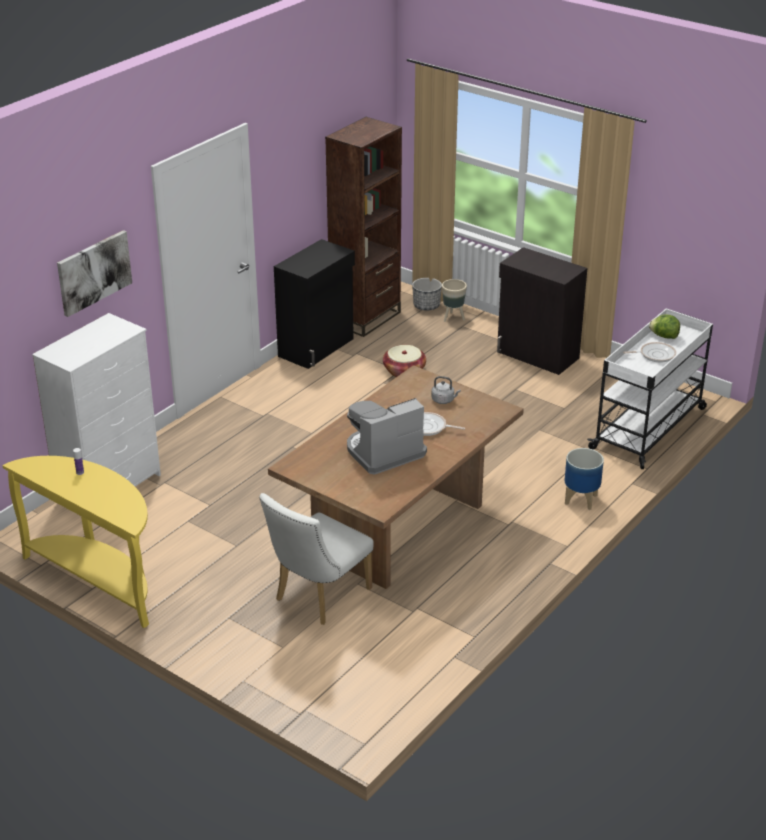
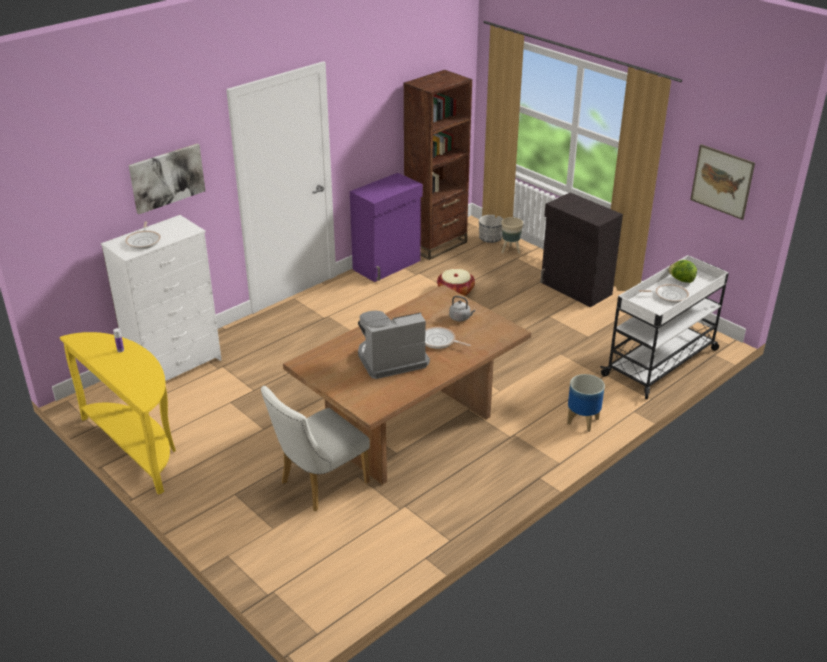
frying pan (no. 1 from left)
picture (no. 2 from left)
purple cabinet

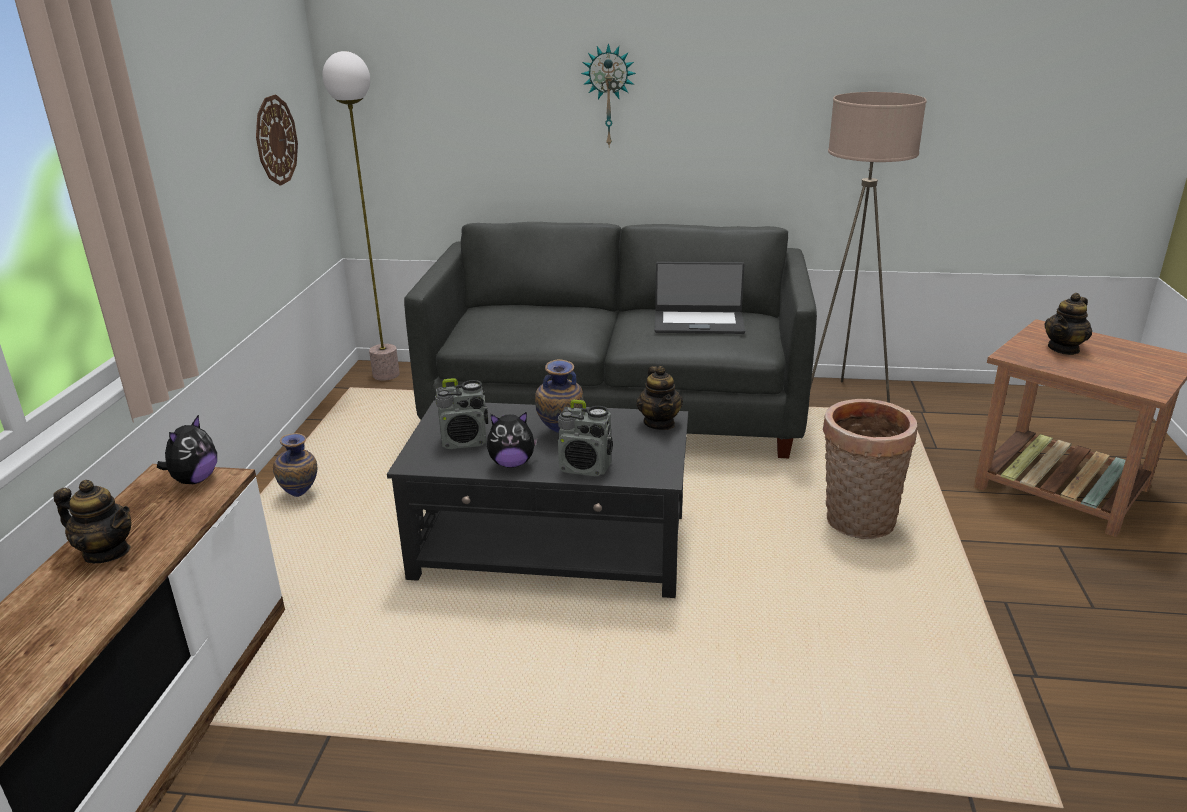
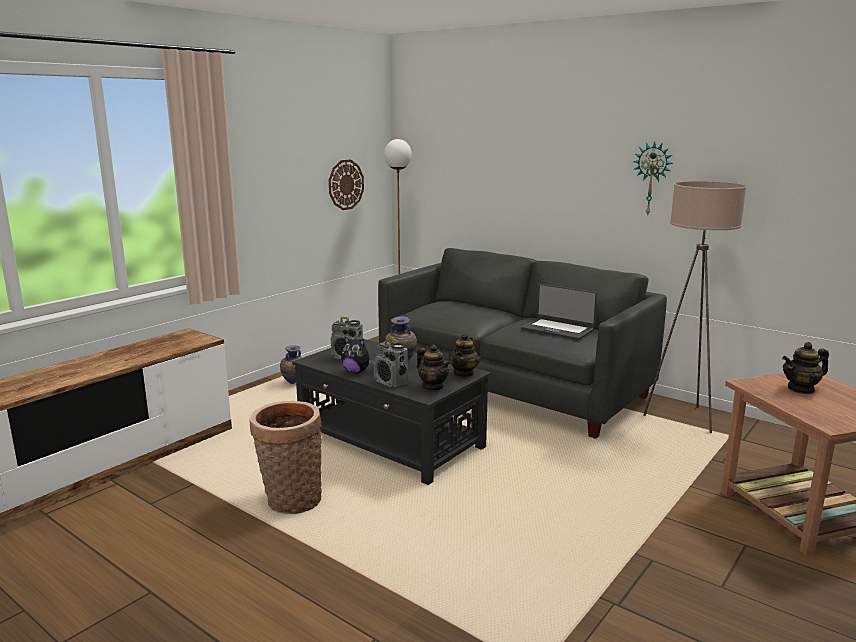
plush toy (no. 1 from left in the first image)
teapot (no. 1 from left)
wall clock (no. 2 from left)
basket

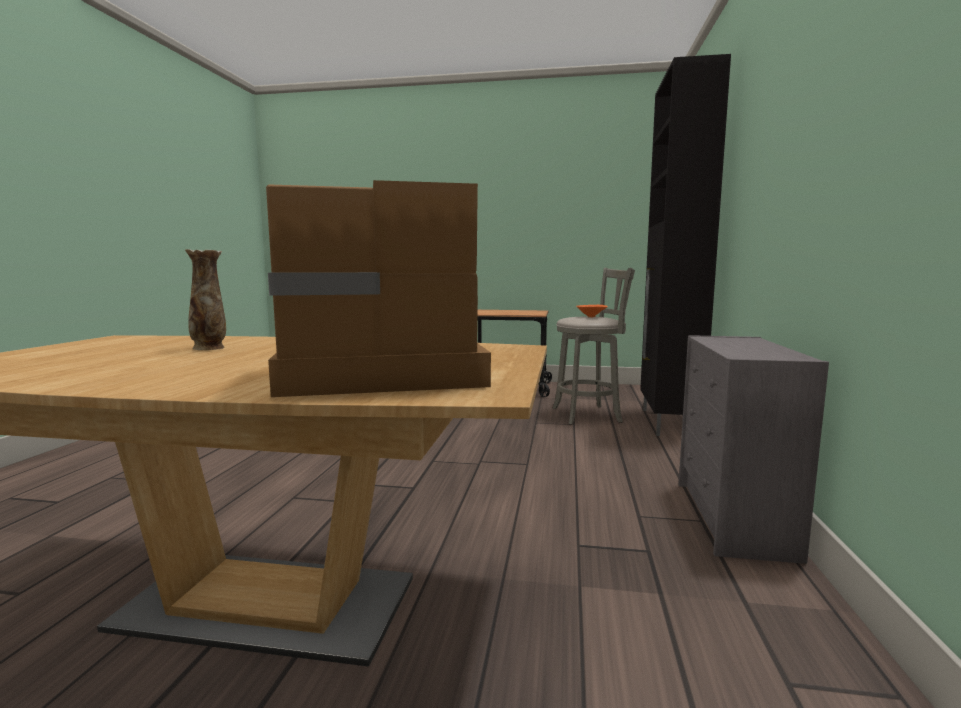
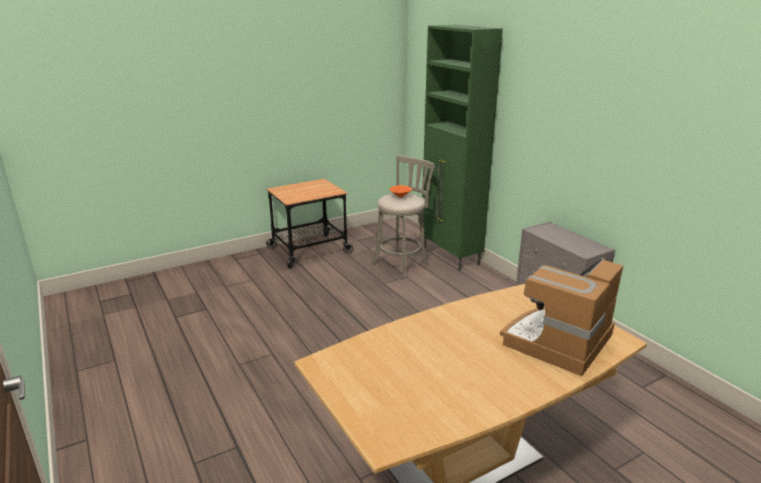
vase
green cabinet

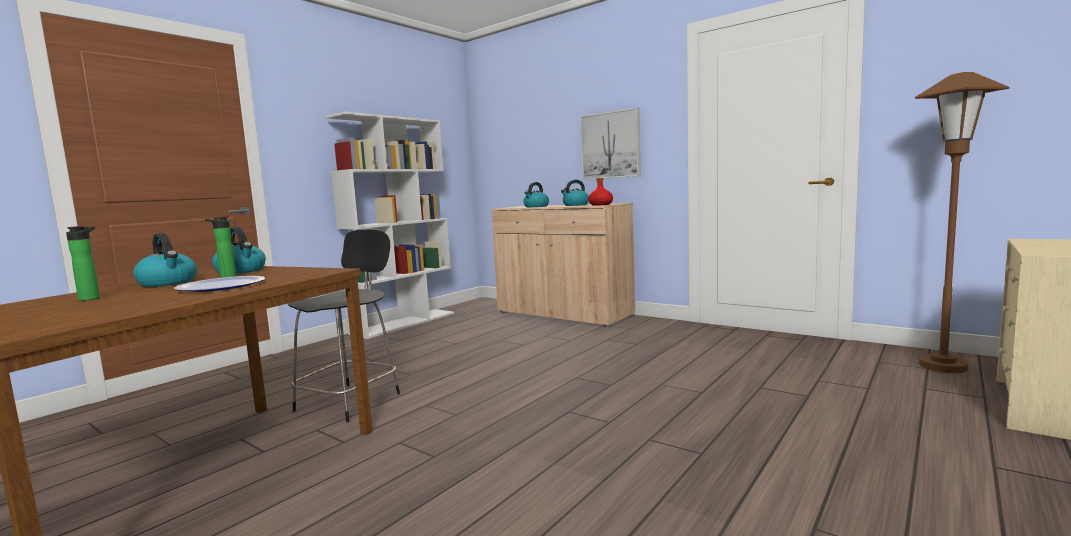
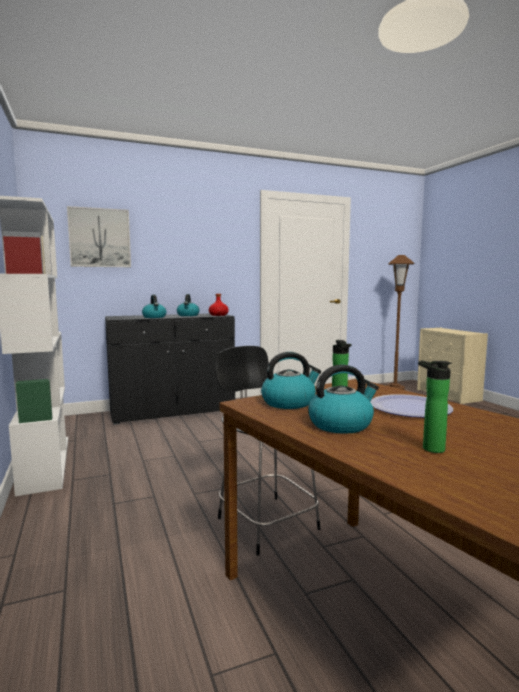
picture
black cabinet

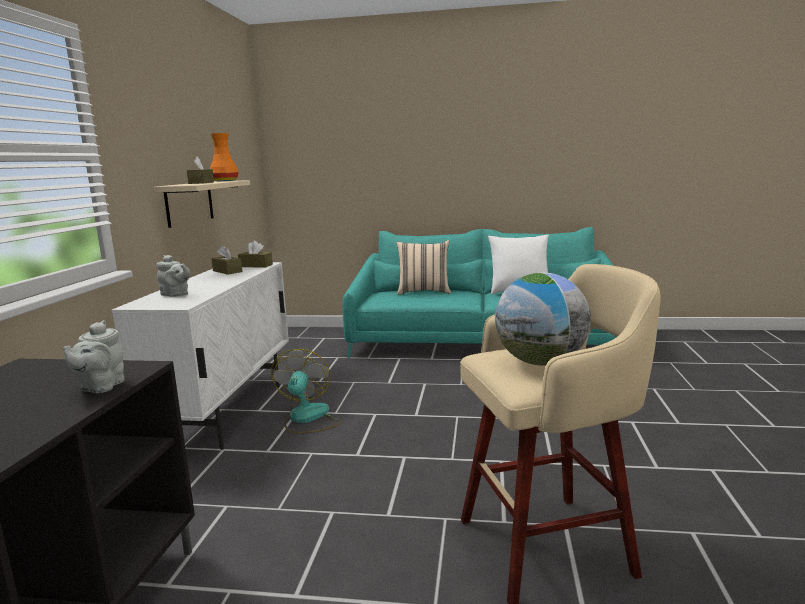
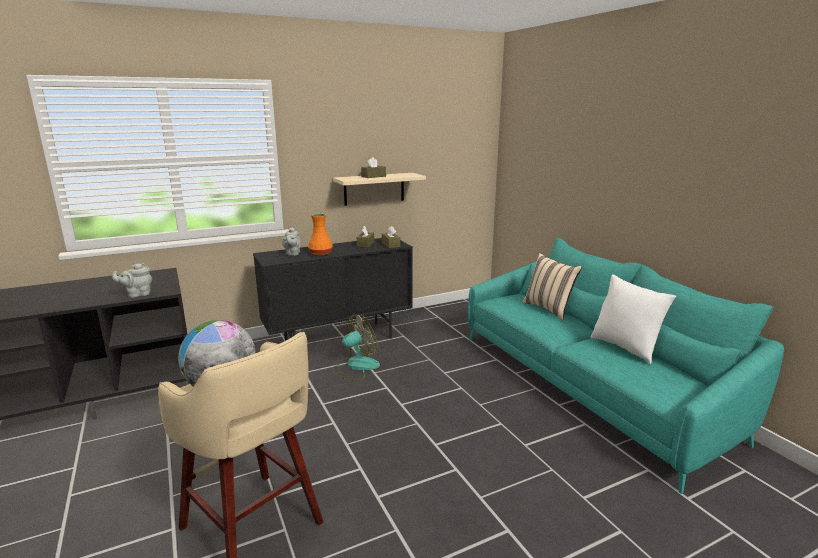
orange vase
black cabinet

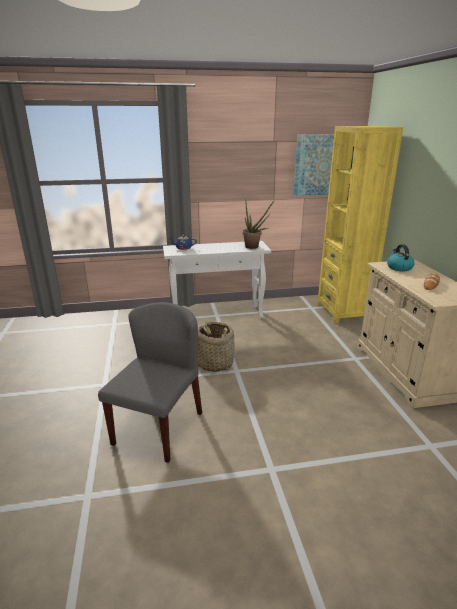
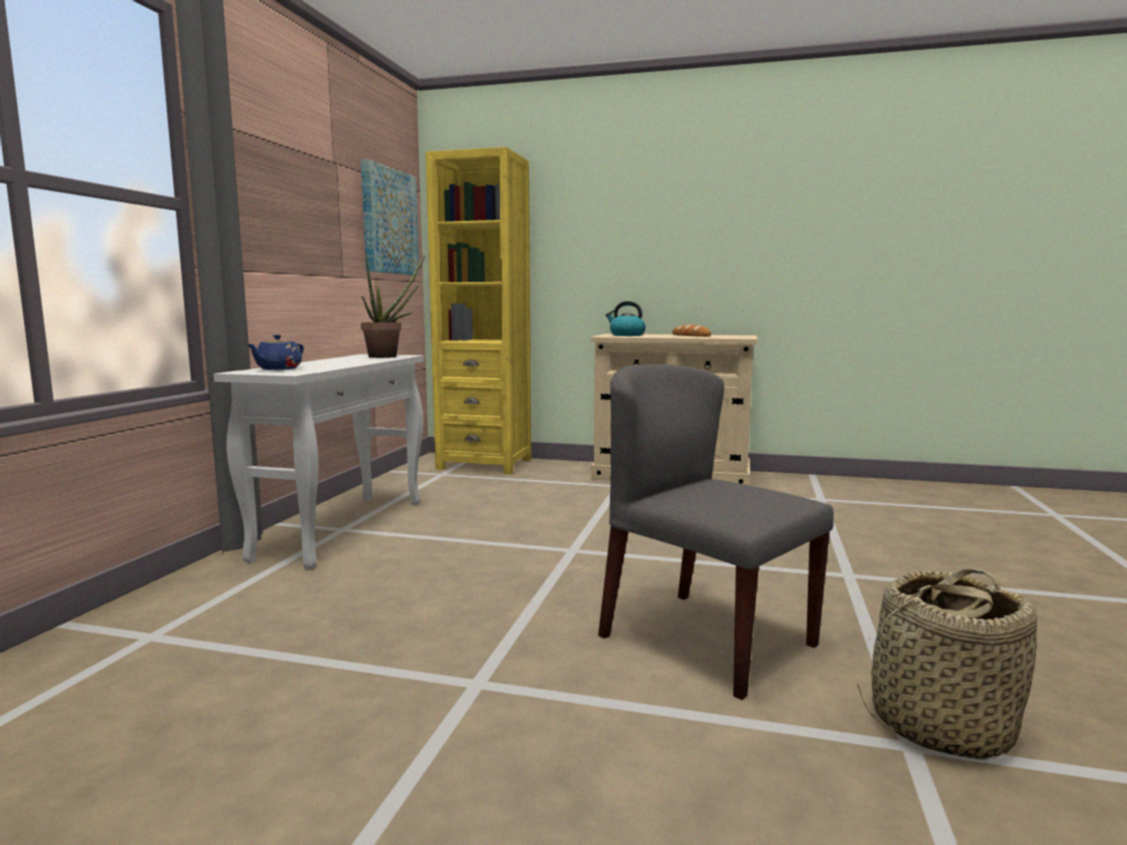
basket

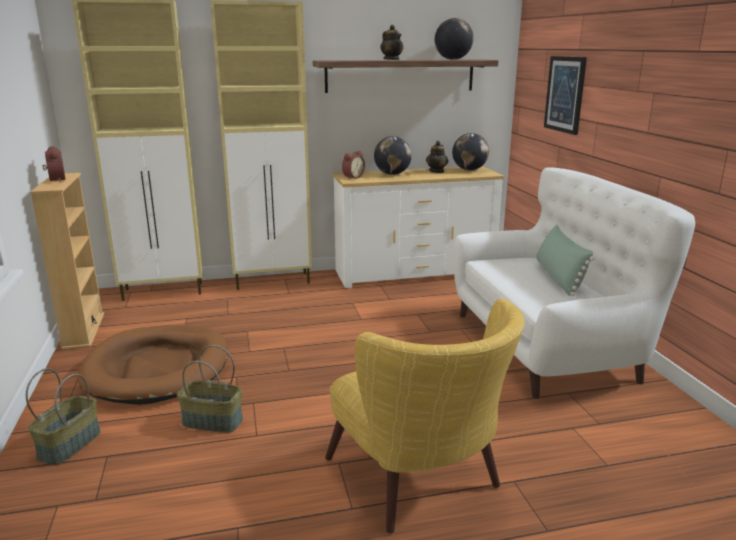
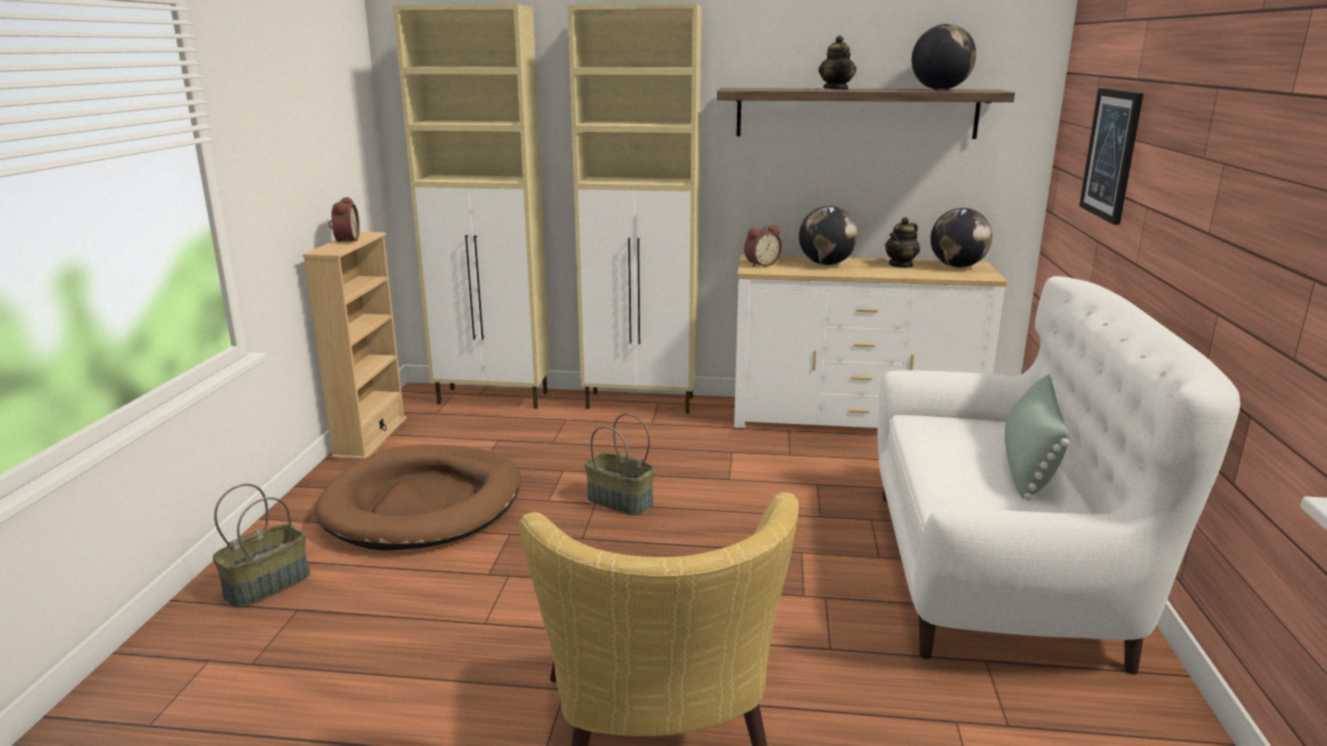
basket (no. 2 from left)

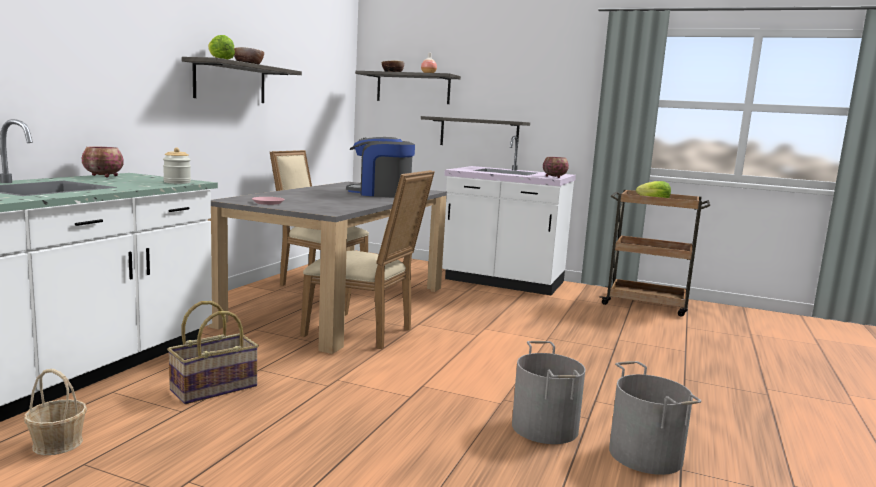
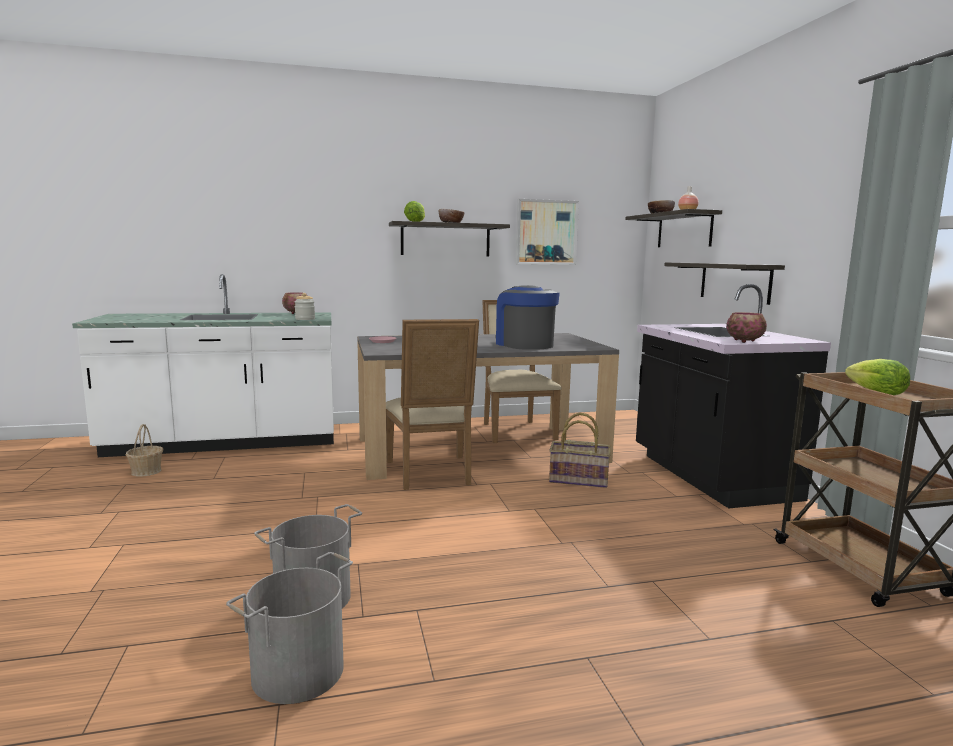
picture
basket (no. 2 from left)
black counter

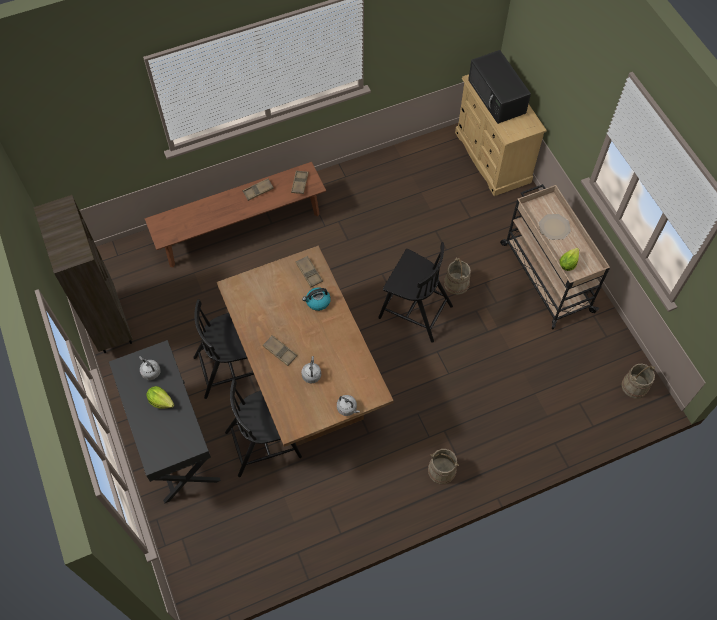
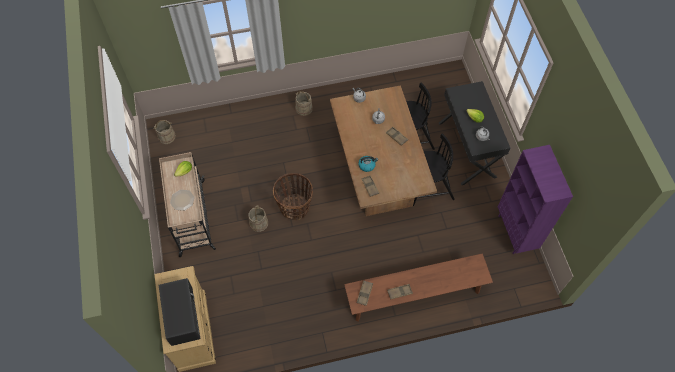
basket
purple bookcase

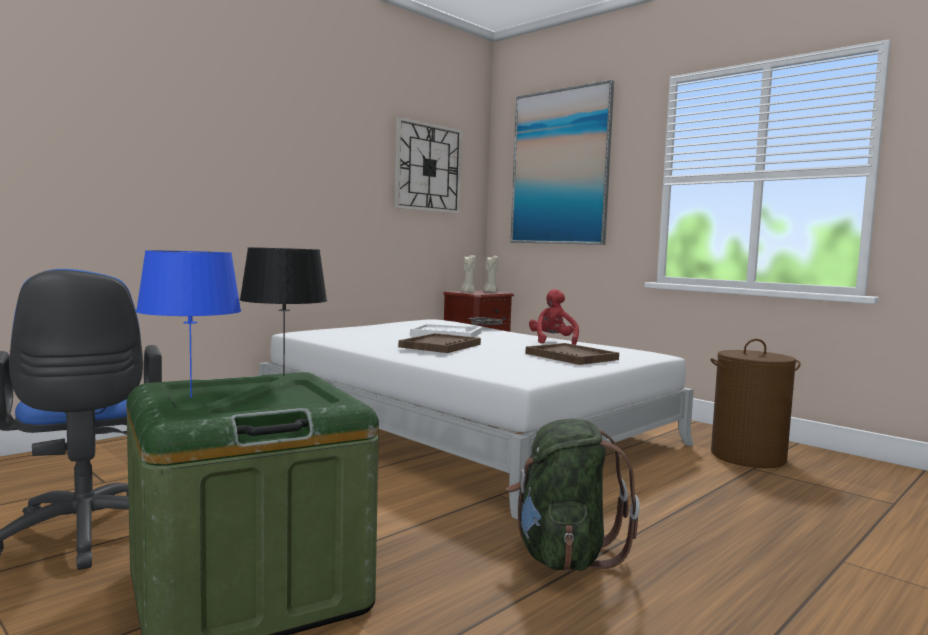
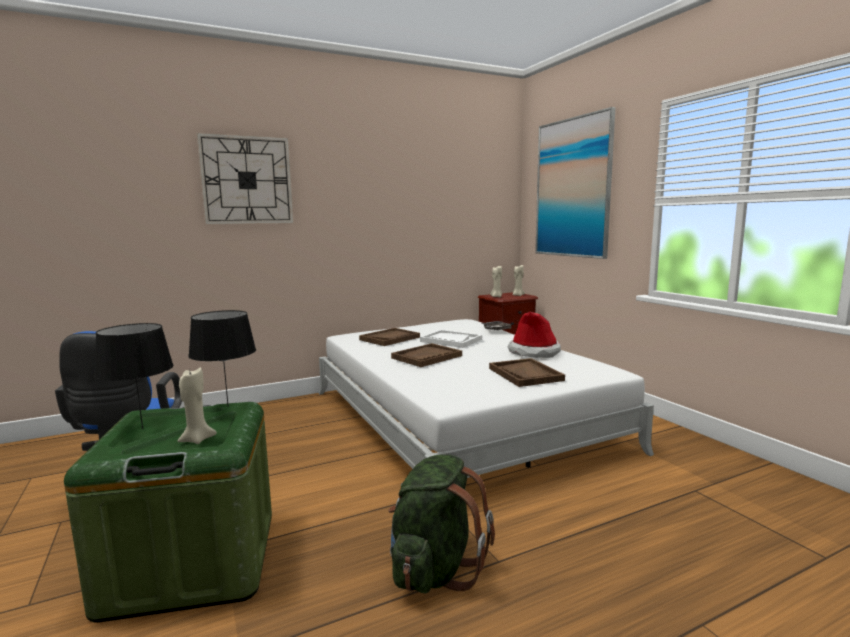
brown laundry basket
beige candle (no. 1 from left)
brown tray (no. 1 from left)
wall clock
hat
black table lamp (no. 1 from left)

